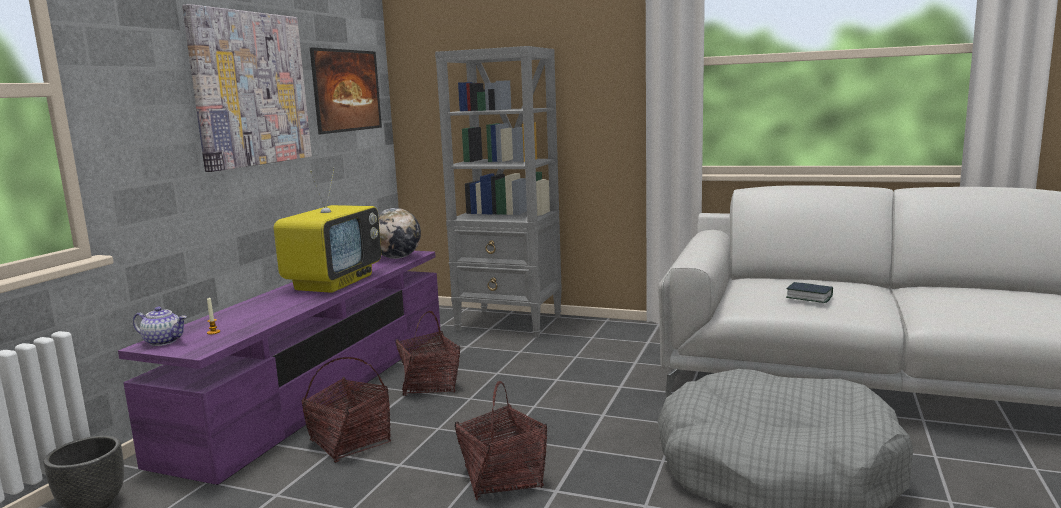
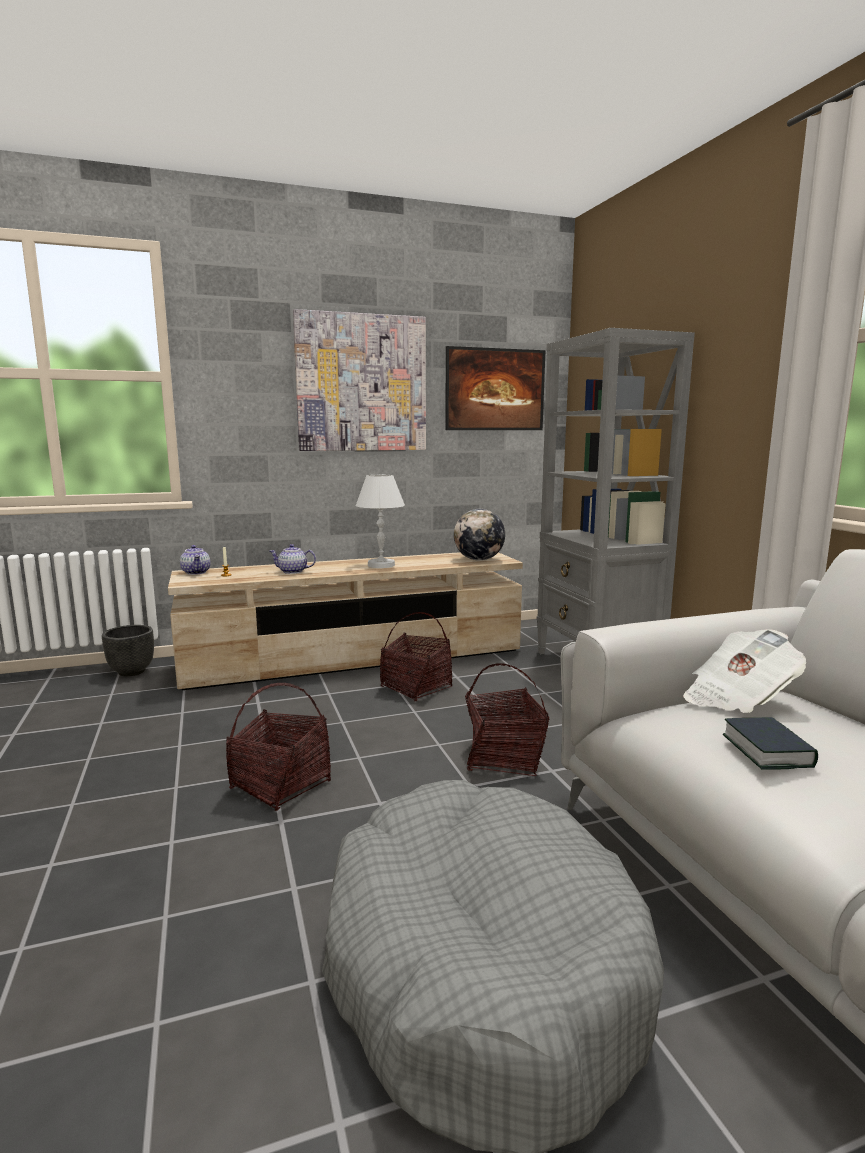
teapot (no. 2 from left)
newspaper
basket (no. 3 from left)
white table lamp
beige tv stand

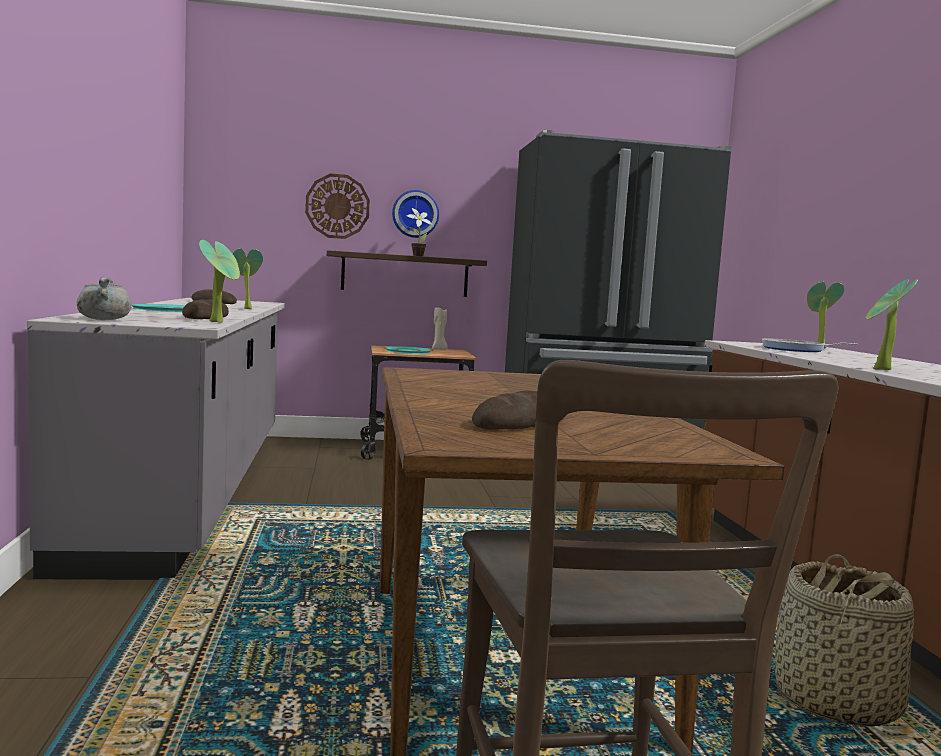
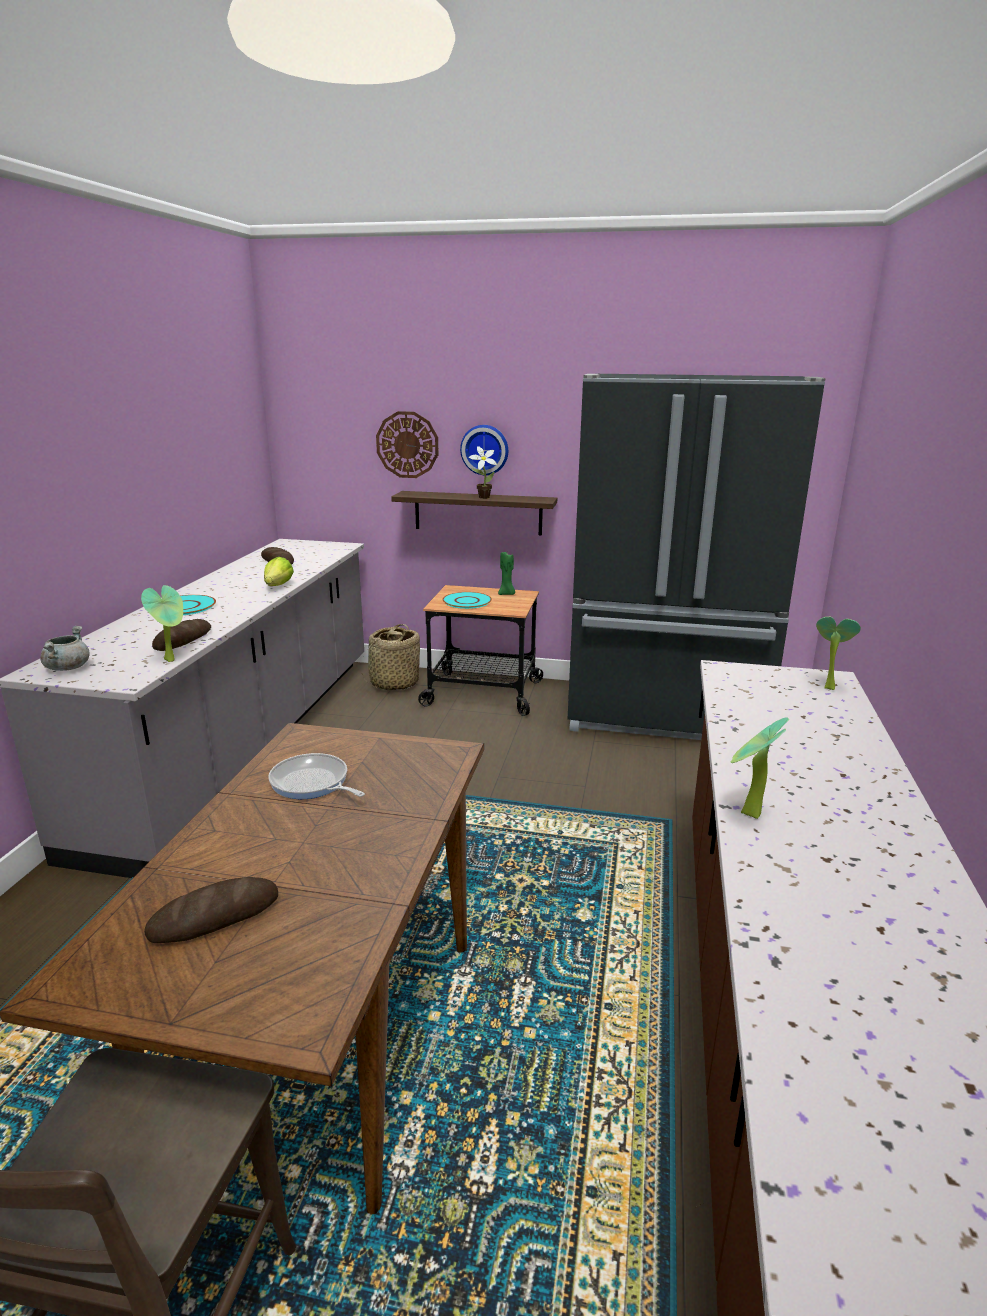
frying pan
basket
lettuce
green candle

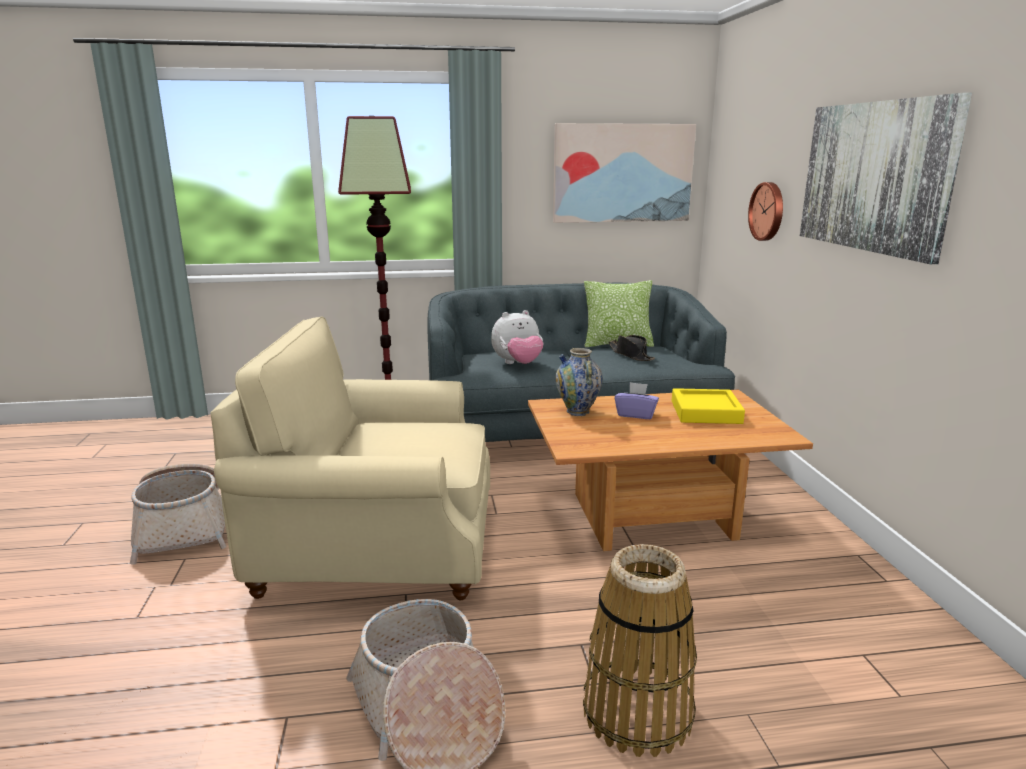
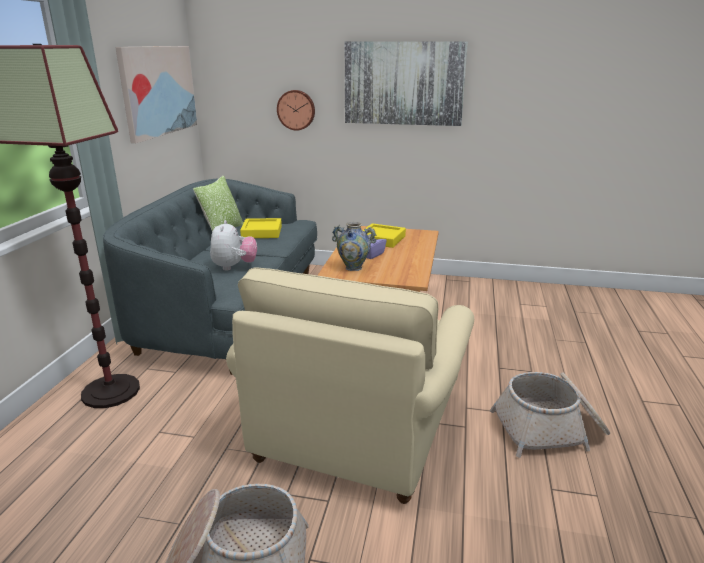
basket (no. 3 from left in the first image)
yellow tray (no. 1 from left)

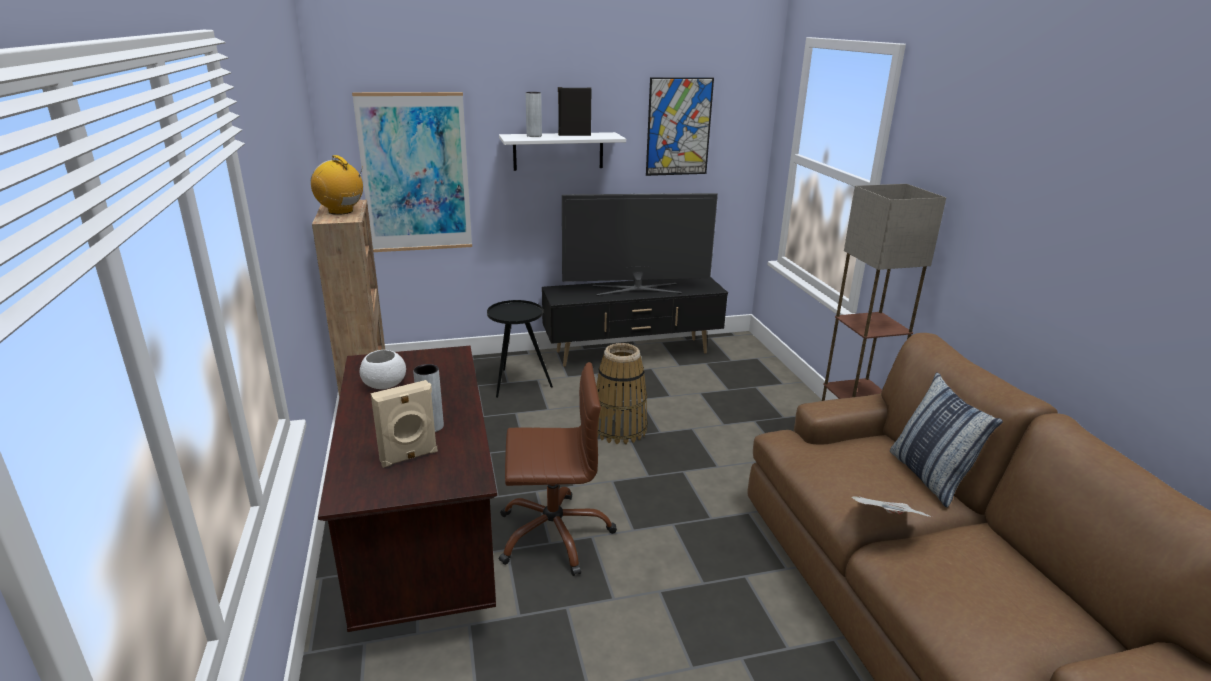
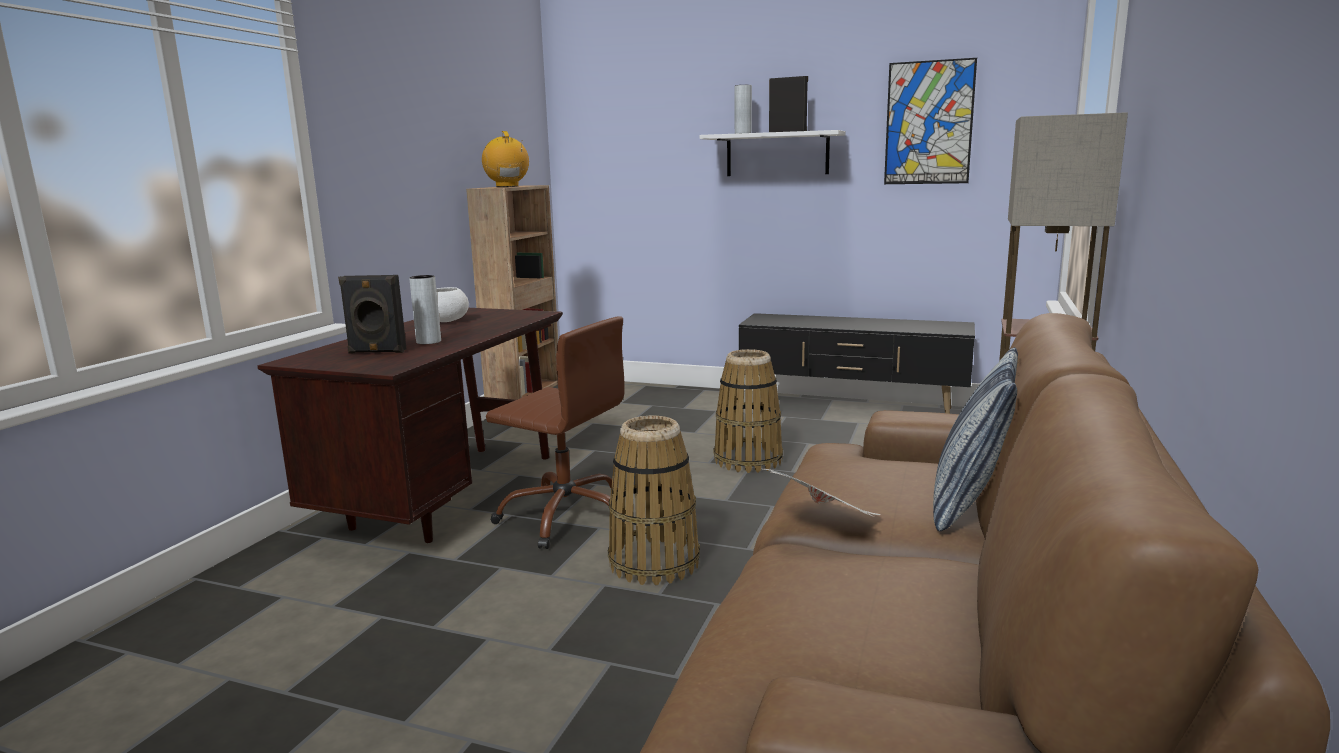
picture (no. 1 from left in the first image)
black side table
television
basket (no. 1 from left)
black speaker (no. 1 from left)

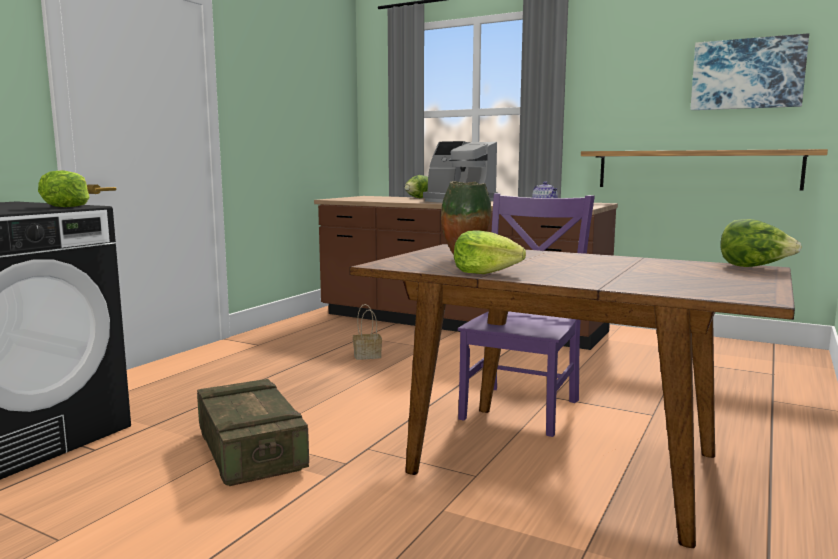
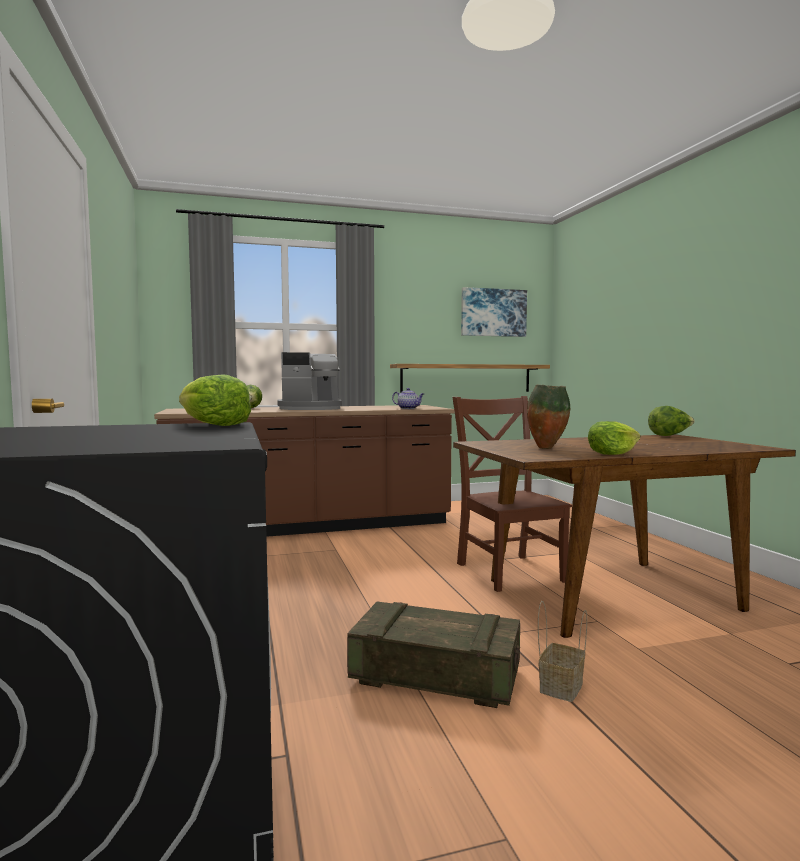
basket
brown chair

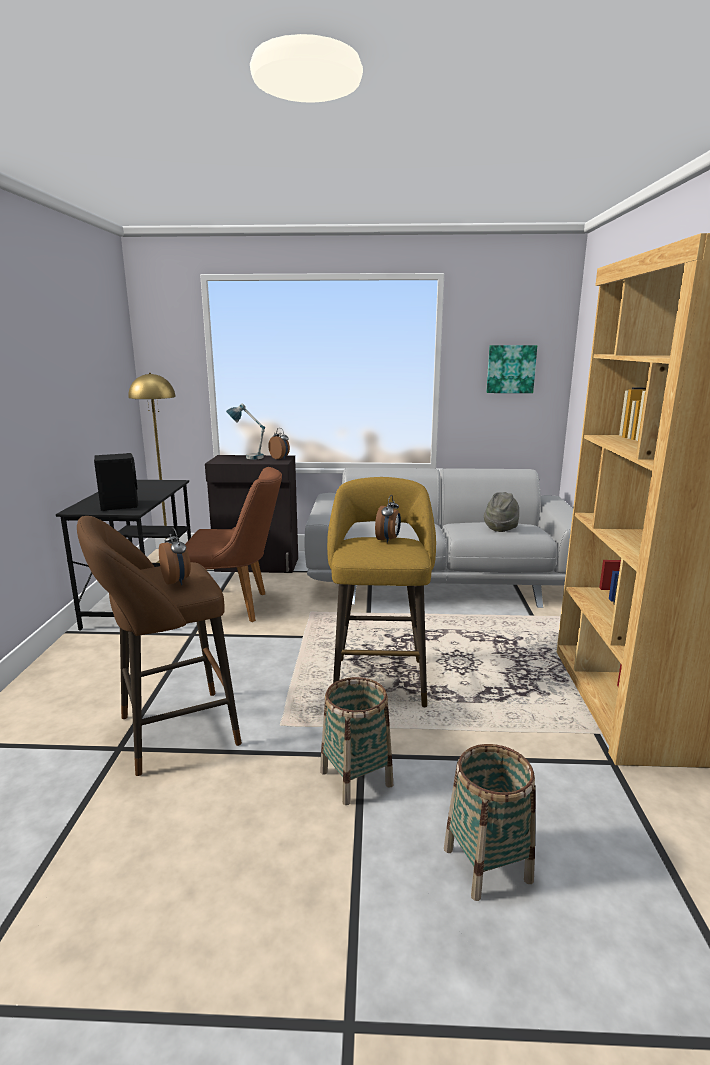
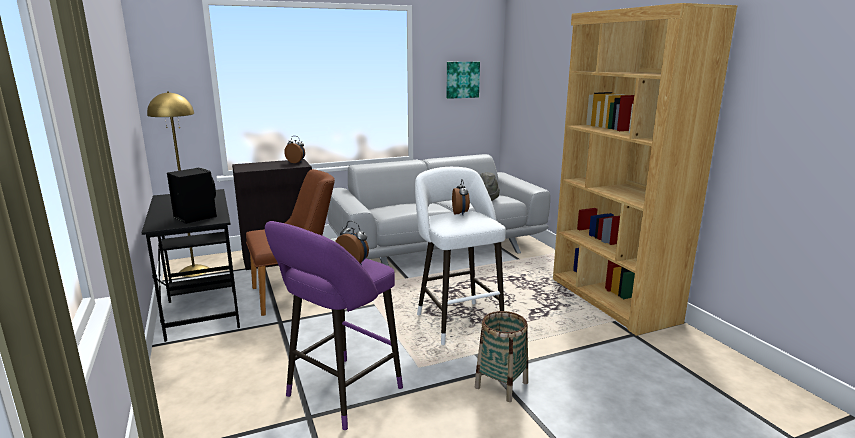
table lamp
basket (no. 2 from left in the first image)
purple stool
white stool

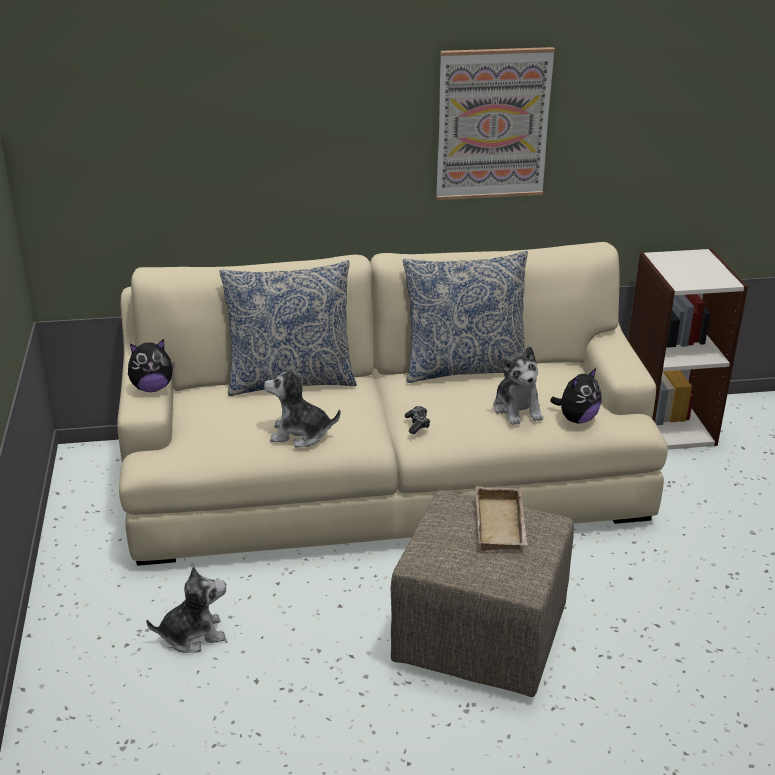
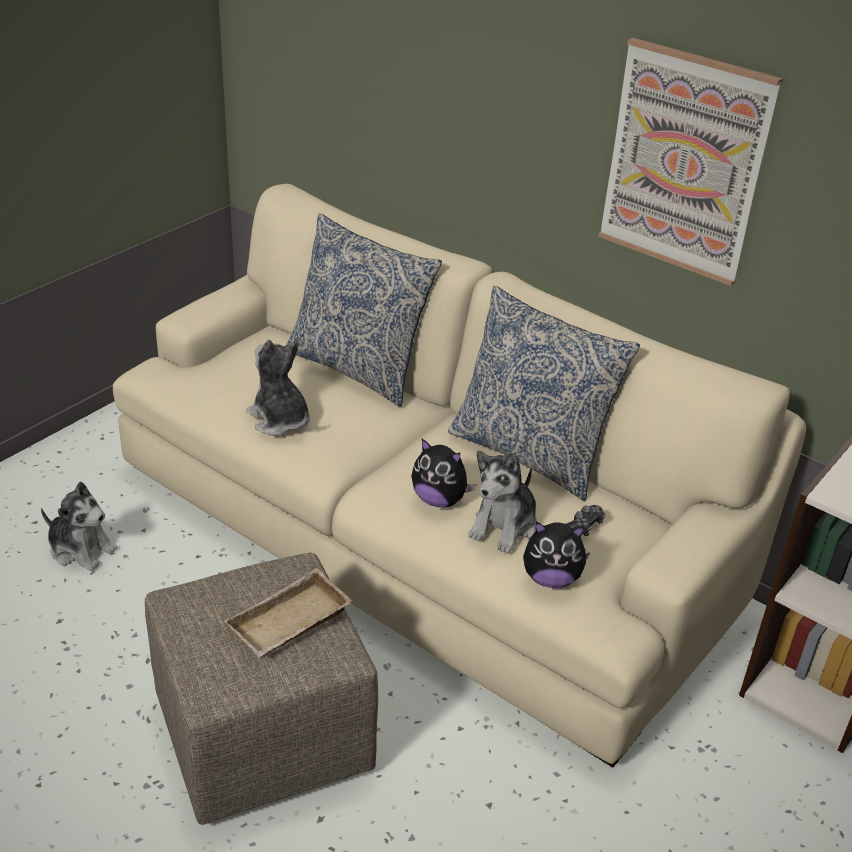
plush toy (no. 3 from left)
game controller

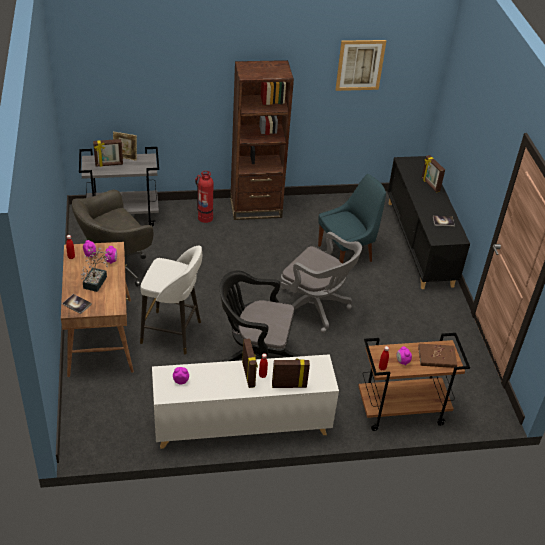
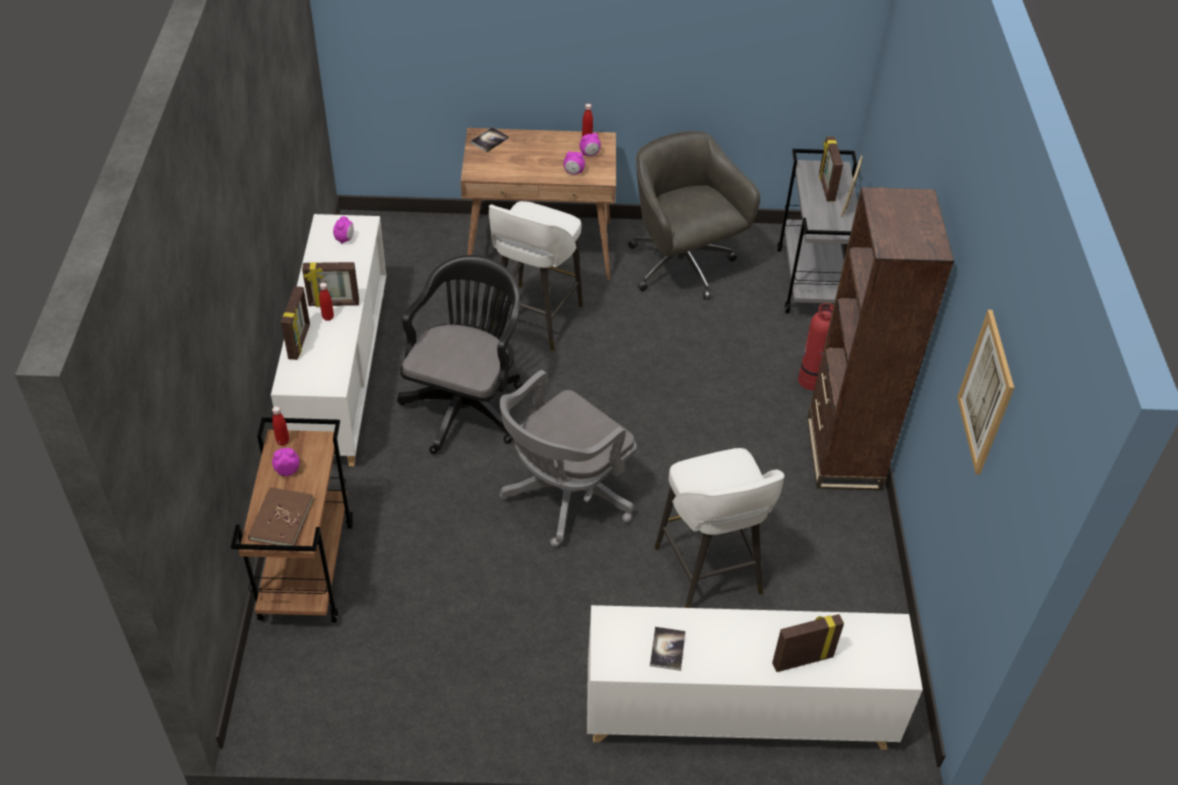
potted plant
white stool (no. 2 from left)
white cabinet (no. 2 from left)

